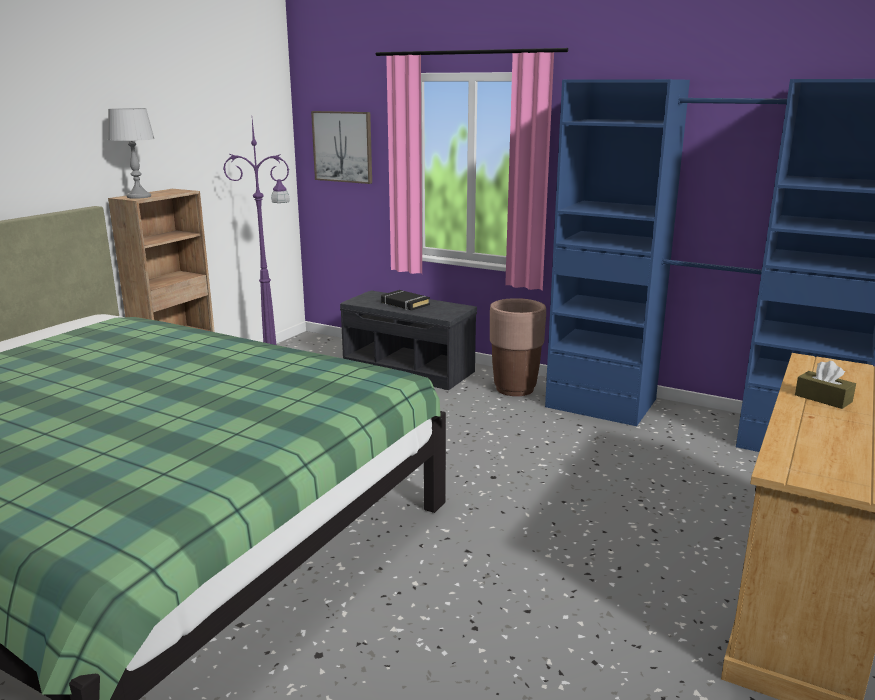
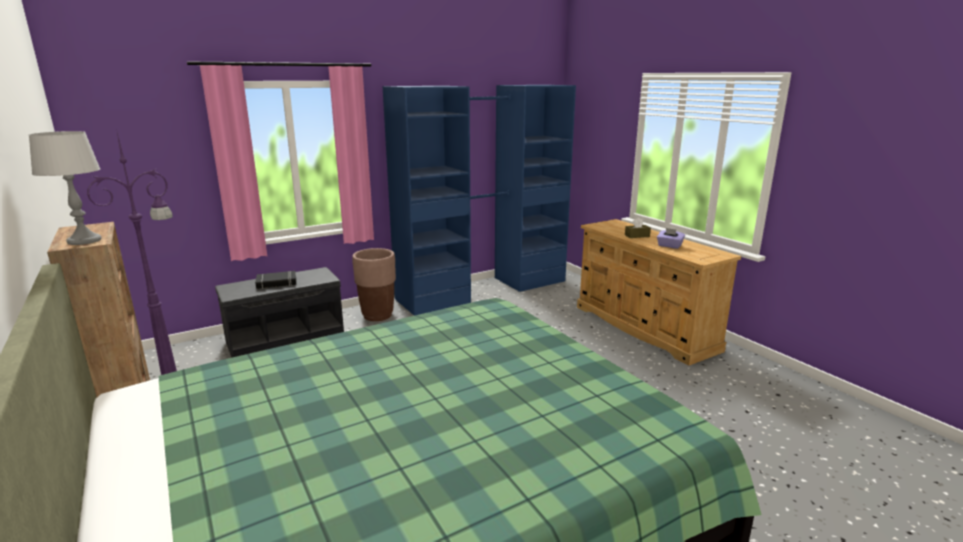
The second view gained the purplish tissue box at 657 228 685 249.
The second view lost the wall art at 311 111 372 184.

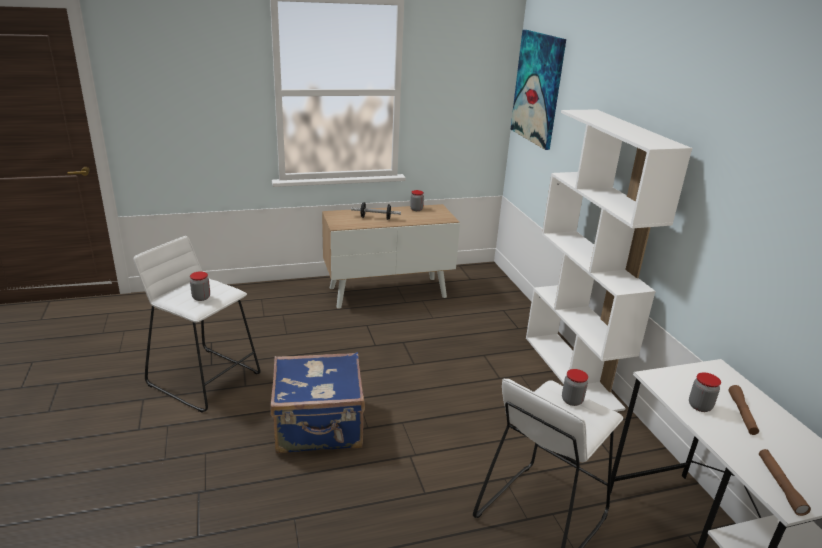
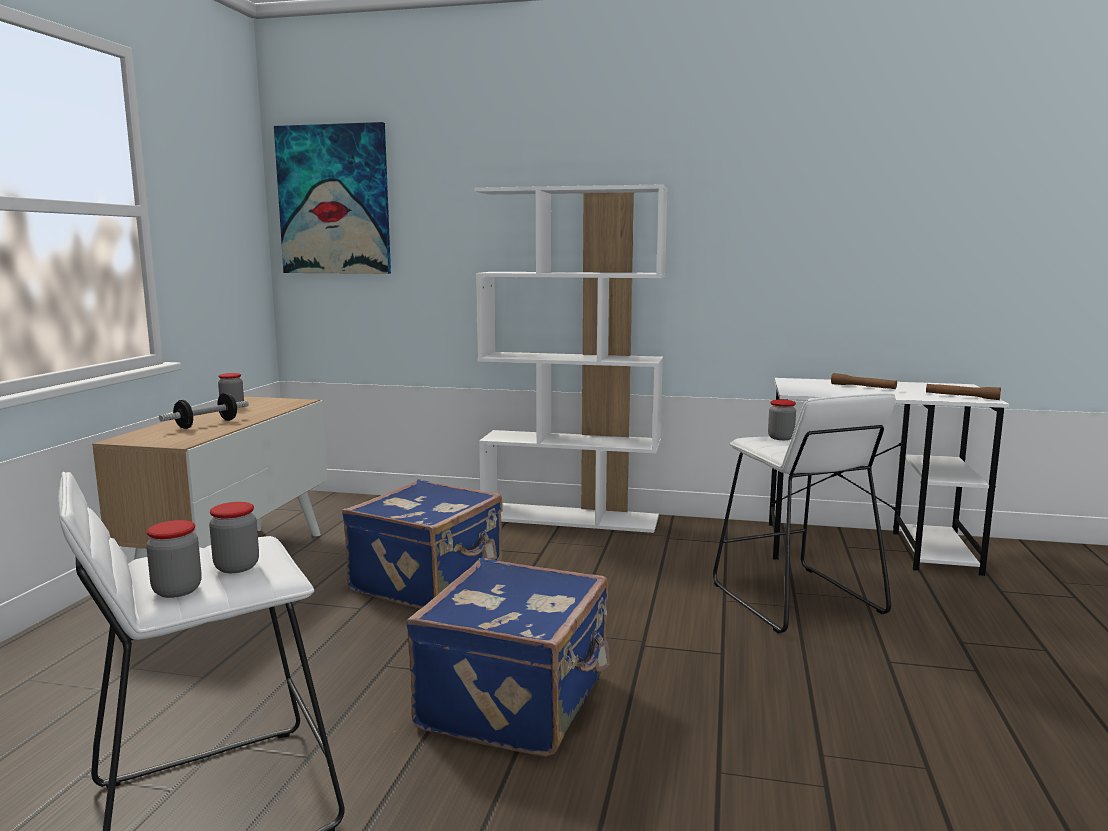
The storage jar ended up elsewhere, having gone from 689 372 721 412 to 146 520 202 598.
The second view gained the blue suitcase at 342 479 502 609.

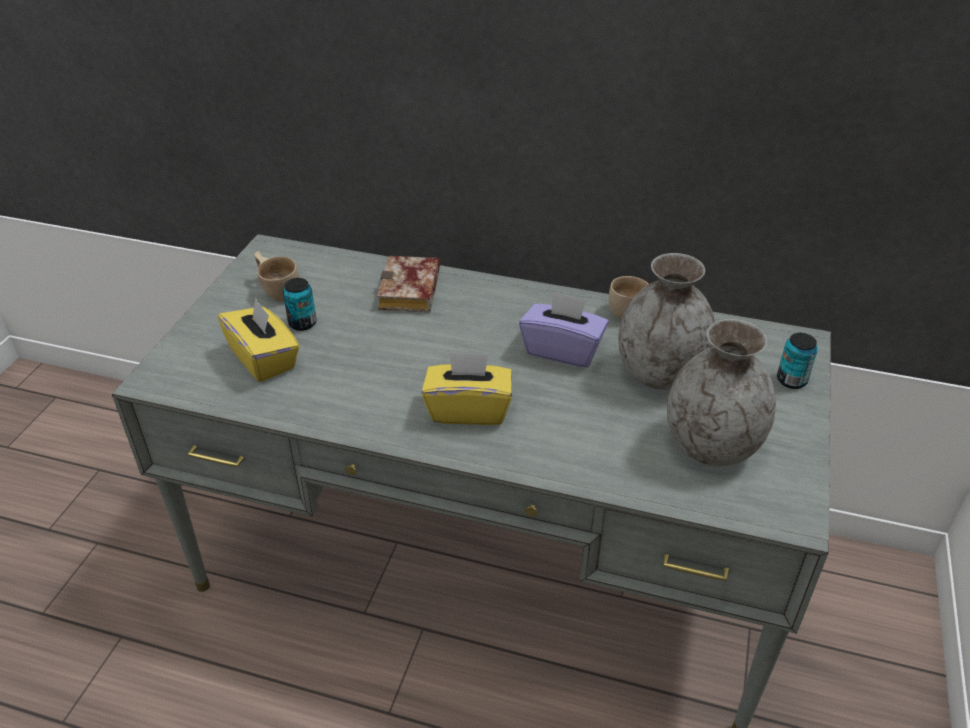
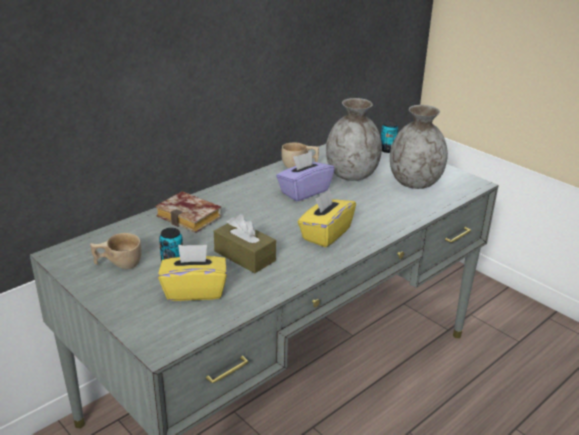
The second view gained the brownish tissue box at 214 214 276 273.

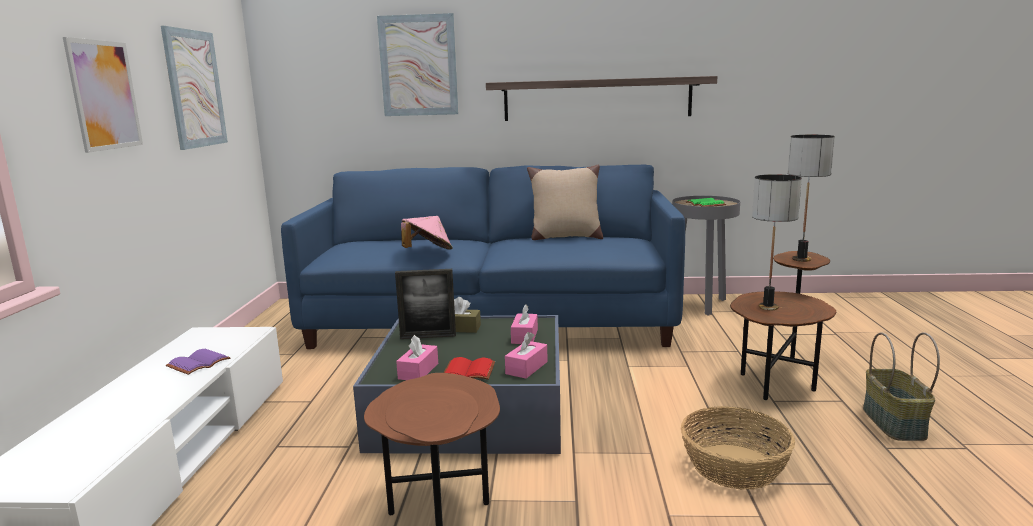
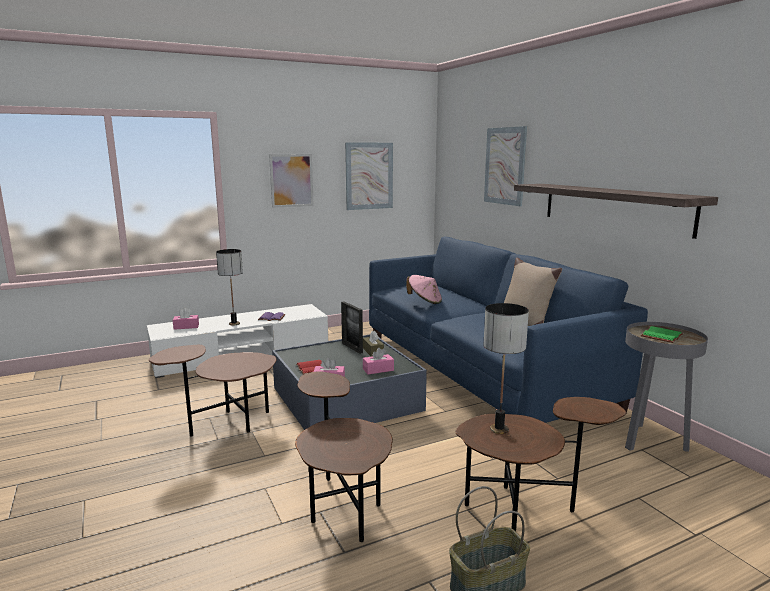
The pinkish tissue box ended up elsewhere, having gone from 396 335 438 380 to 173 308 199 330.
The lamp for a table ended up elsewhere, having gone from 788 135 835 262 to 216 249 243 325.
Where the basket stood at 681 406 795 490, the brownish side table came to stand at 295 371 393 542.

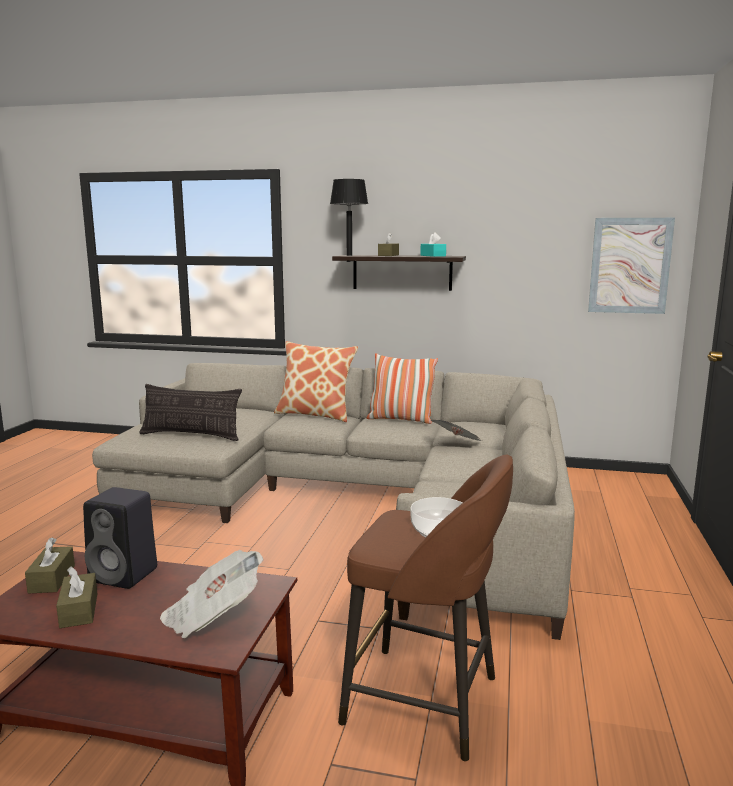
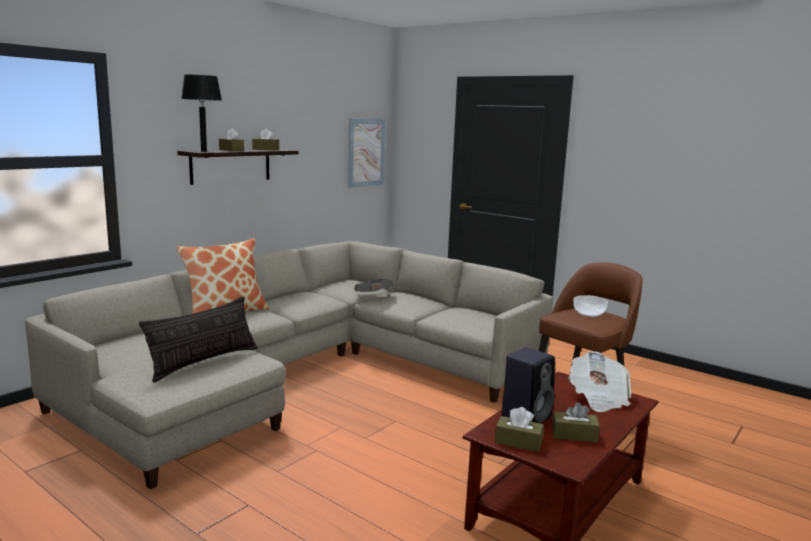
What was the blue-green tissue box at 420 232 446 257 turned into the brownish tissue box at 252 129 279 151.
The second view lost the cushion at 367 353 438 424.

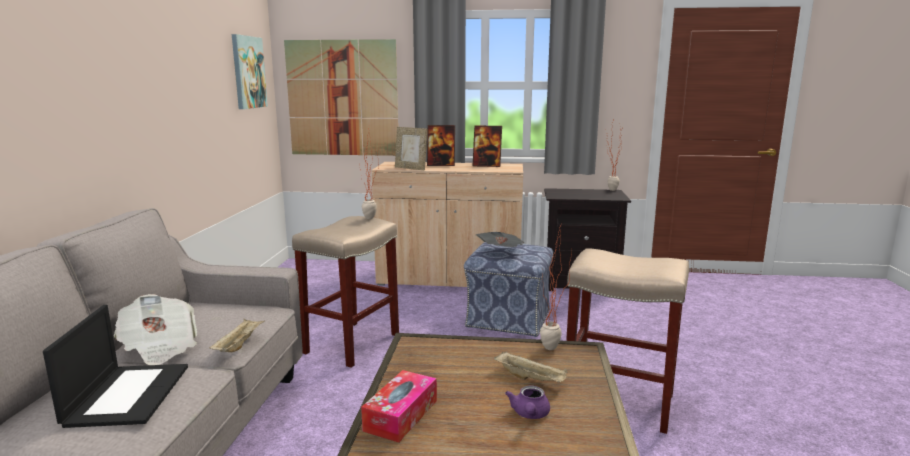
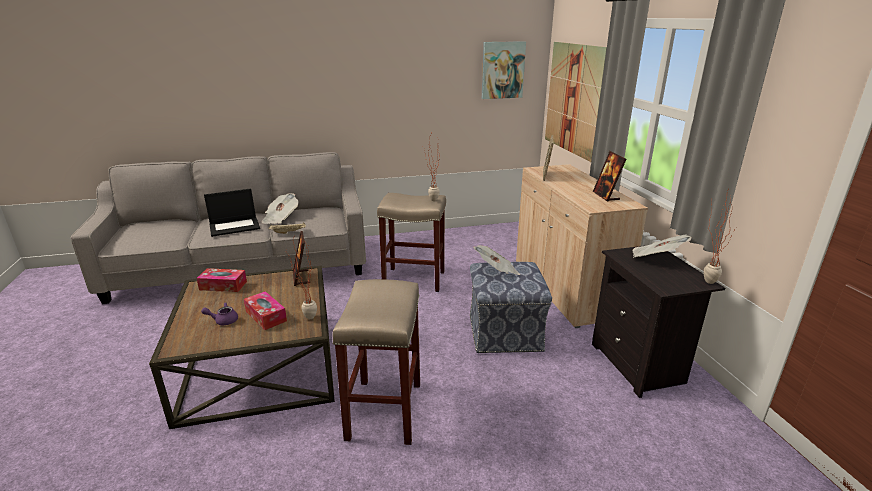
Where the beige-coloured carrying tray stood at 494 351 568 382, the tissue box came to stand at 244 291 287 330.
The picture frame ended up elsewhere, having gone from 427 125 455 166 to 293 231 309 286.
The second view gained the newspaper at 633 234 692 258.

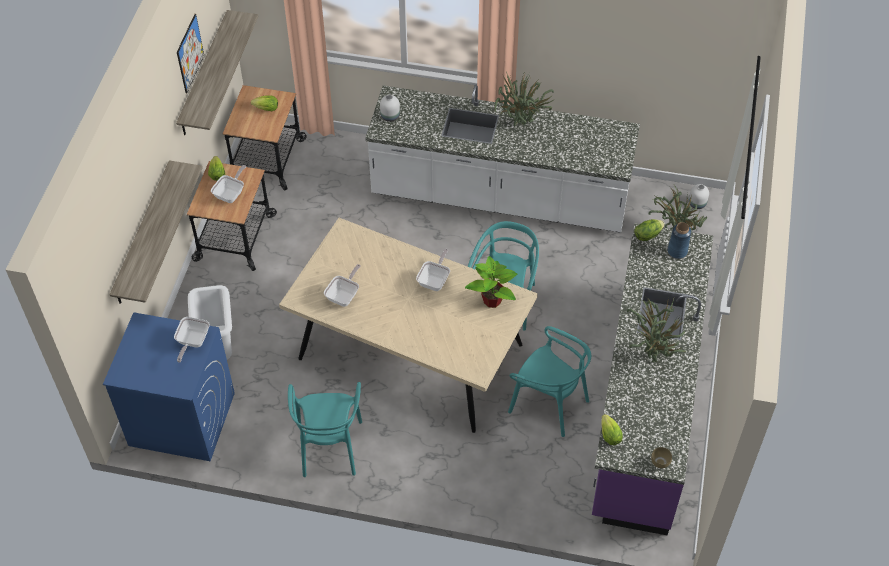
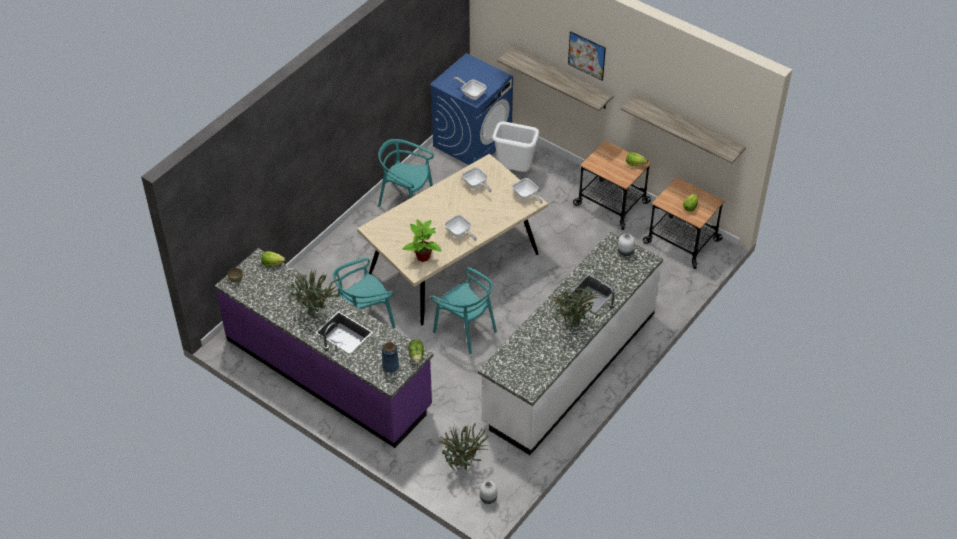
The frying pan ended up elsewhere, having gone from 211 165 246 203 to 512 178 543 204.
The wall art ended up elsewhere, having gone from 177 14 204 93 to 568 31 606 81.

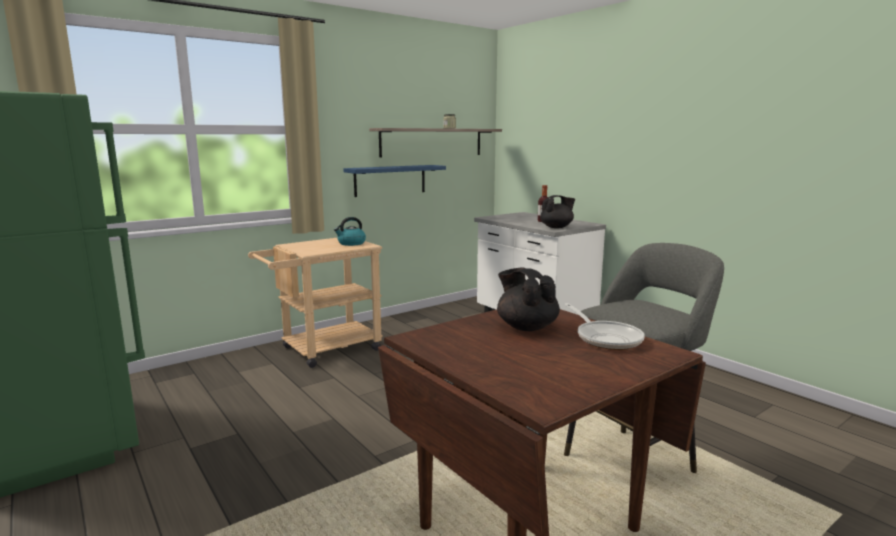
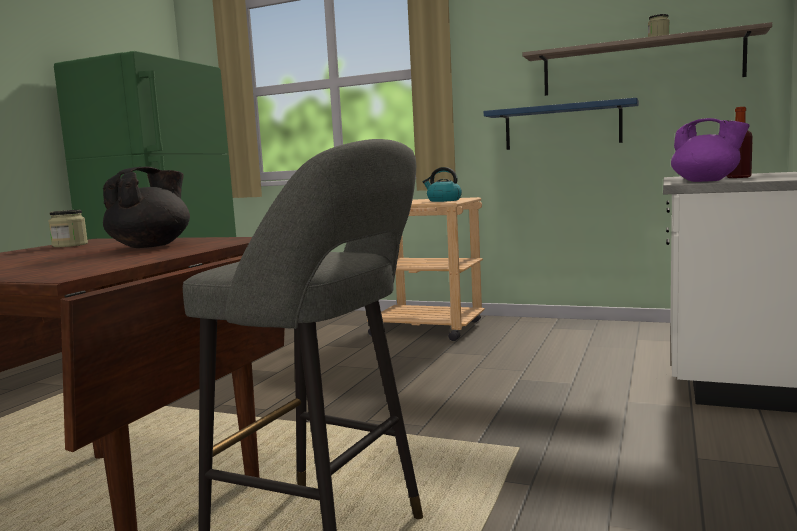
The second view gained the storage jar at 48 210 88 247.
What was the black tea pot at 540 195 575 228 turned into the purplish tea pot at 671 118 750 182.
The second view lost the frying pan at 564 303 645 350.

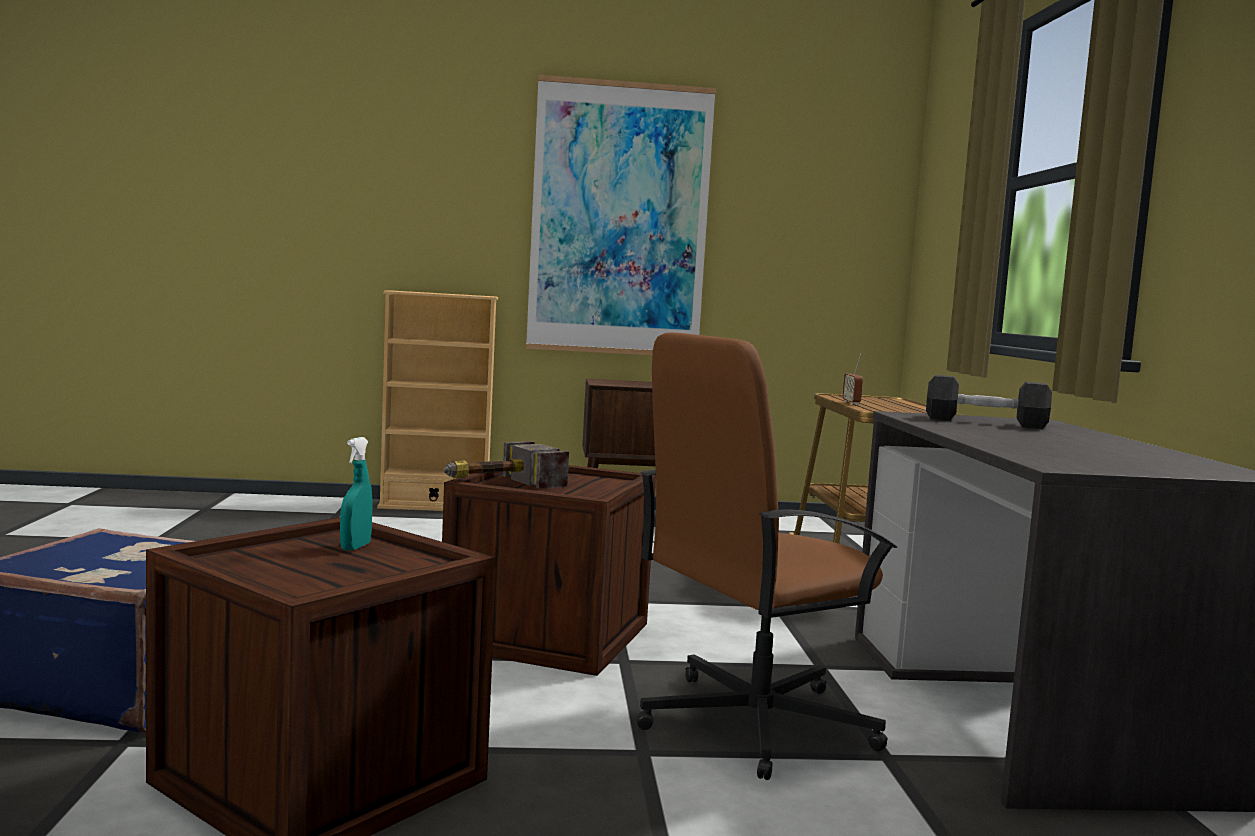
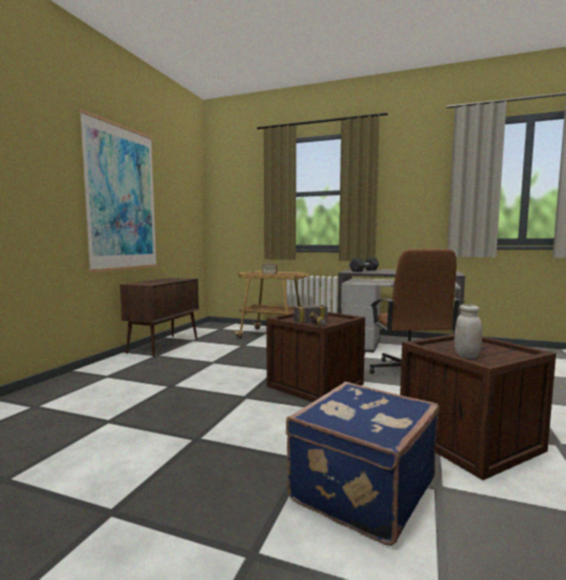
The second view gained the white-coloured storage jar at 454 304 482 359.
The second view lost the blue-green hand sprayer at 340 437 373 551.
The second view lost the beige-coloured bookcase at 377 290 498 511.

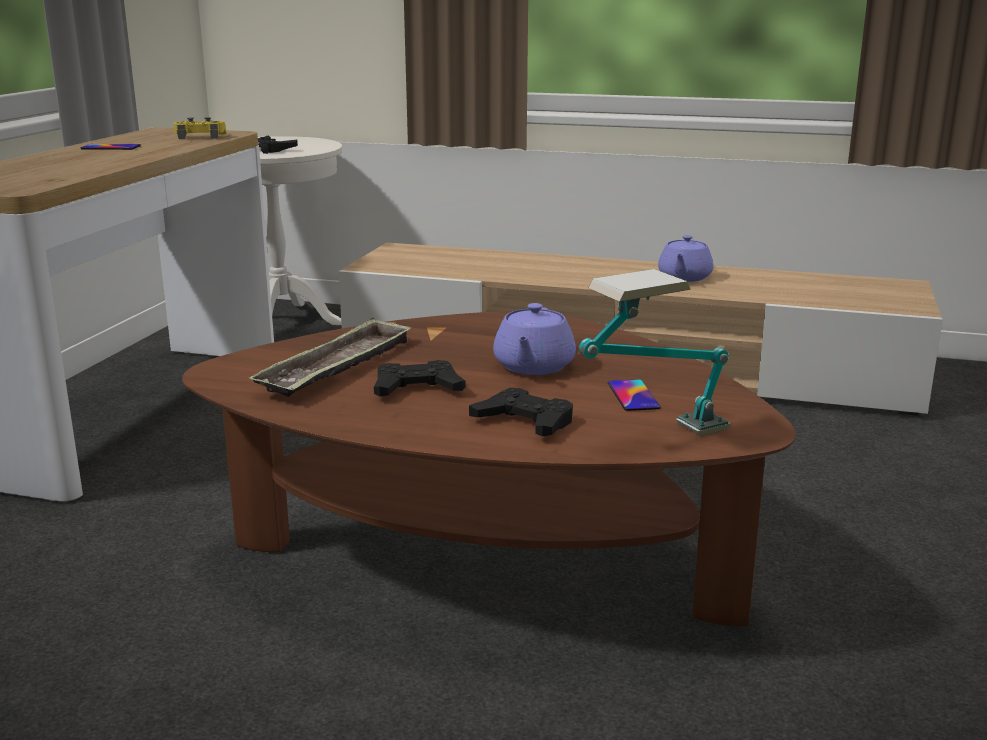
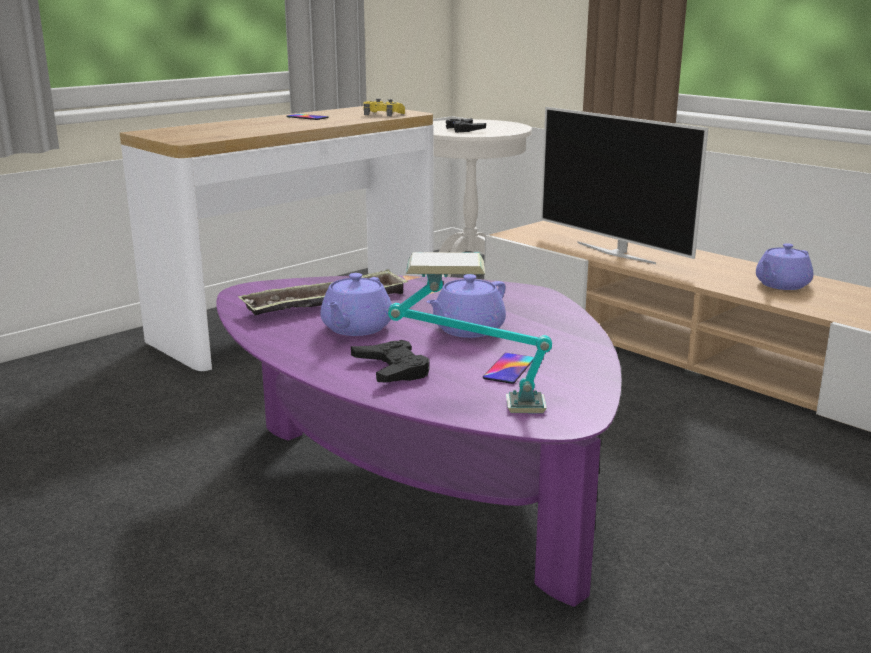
What was the brownish low table at 182 311 796 627 turned into the purplish low table at 216 275 621 607.
Where the black game controller stood at 374 360 466 396, the purplish tea pot came to stand at 320 273 392 336.
The second view gained the television at 541 107 709 264.

